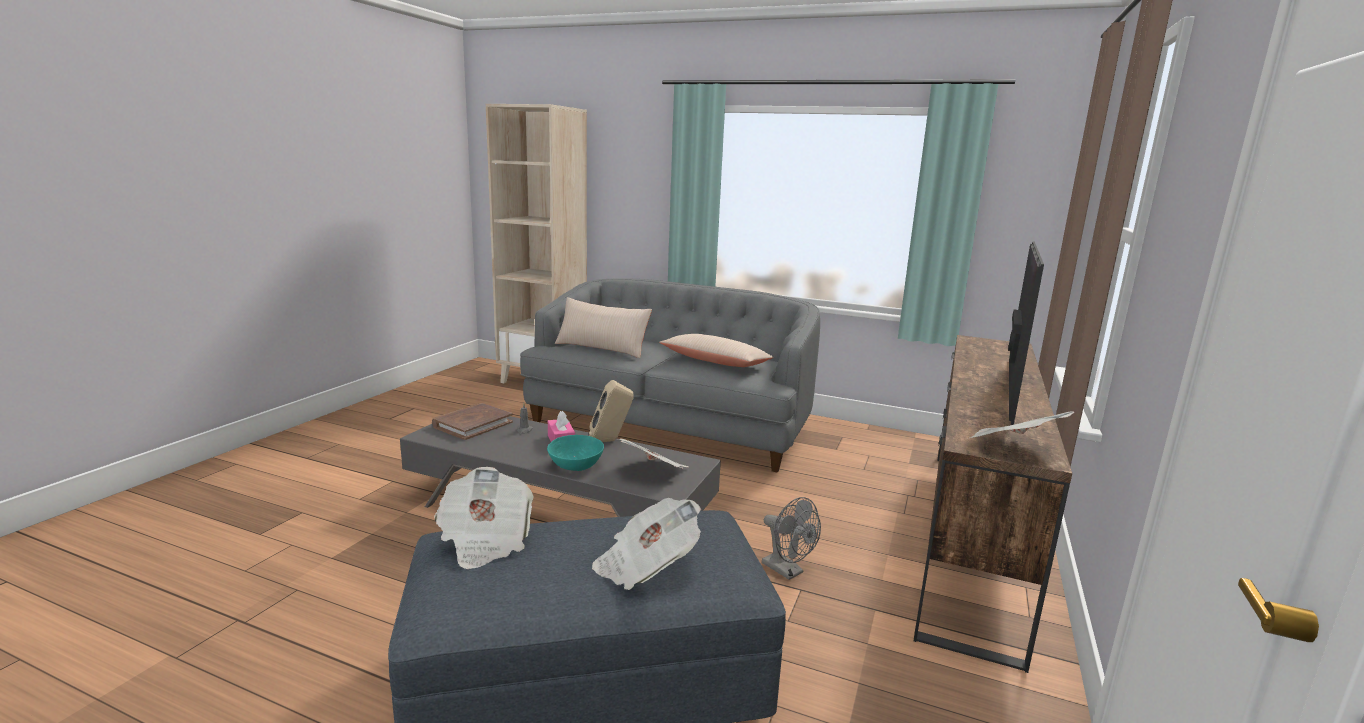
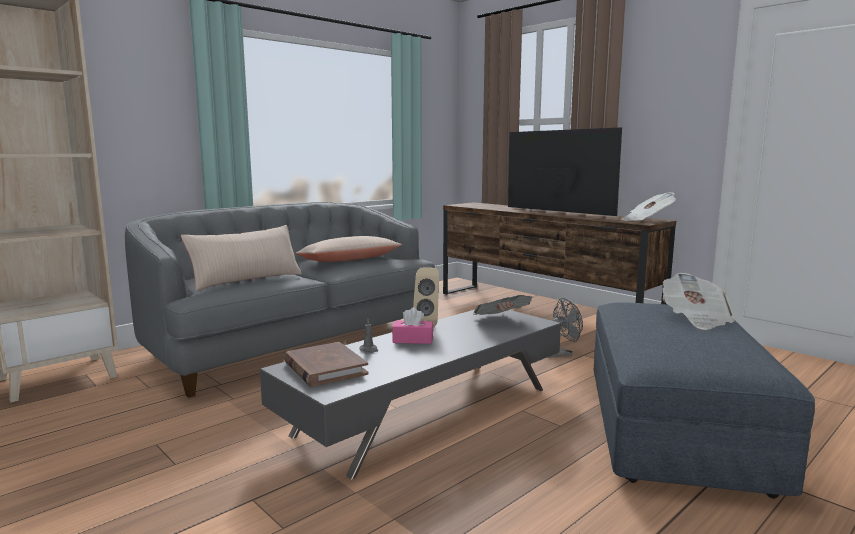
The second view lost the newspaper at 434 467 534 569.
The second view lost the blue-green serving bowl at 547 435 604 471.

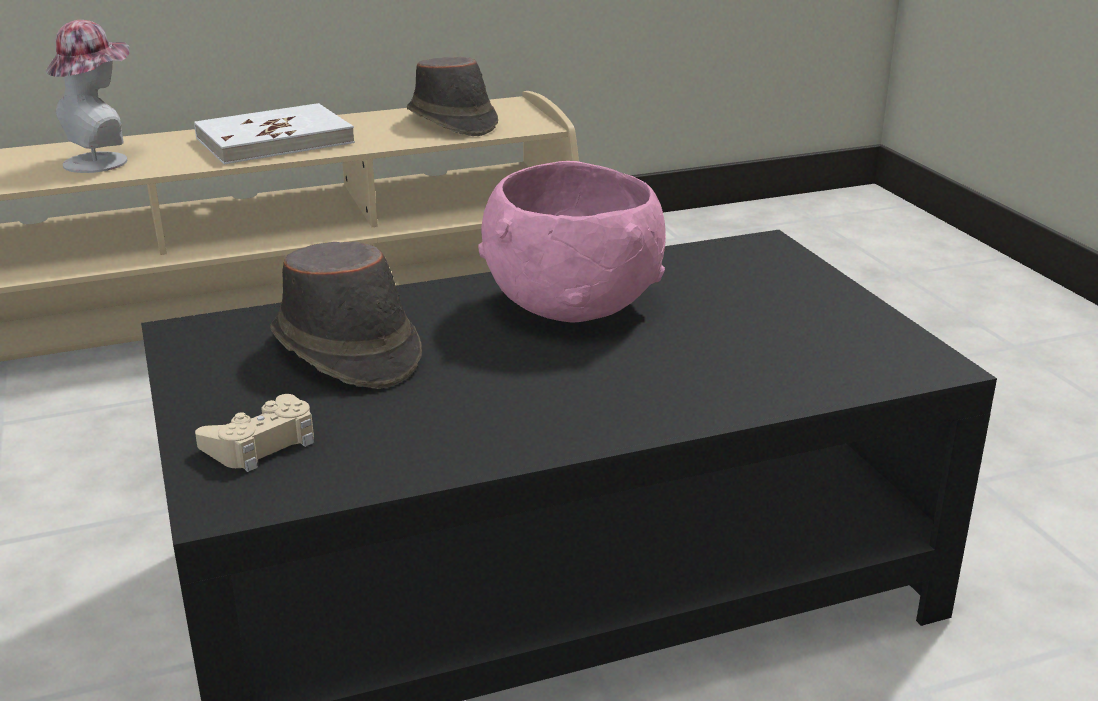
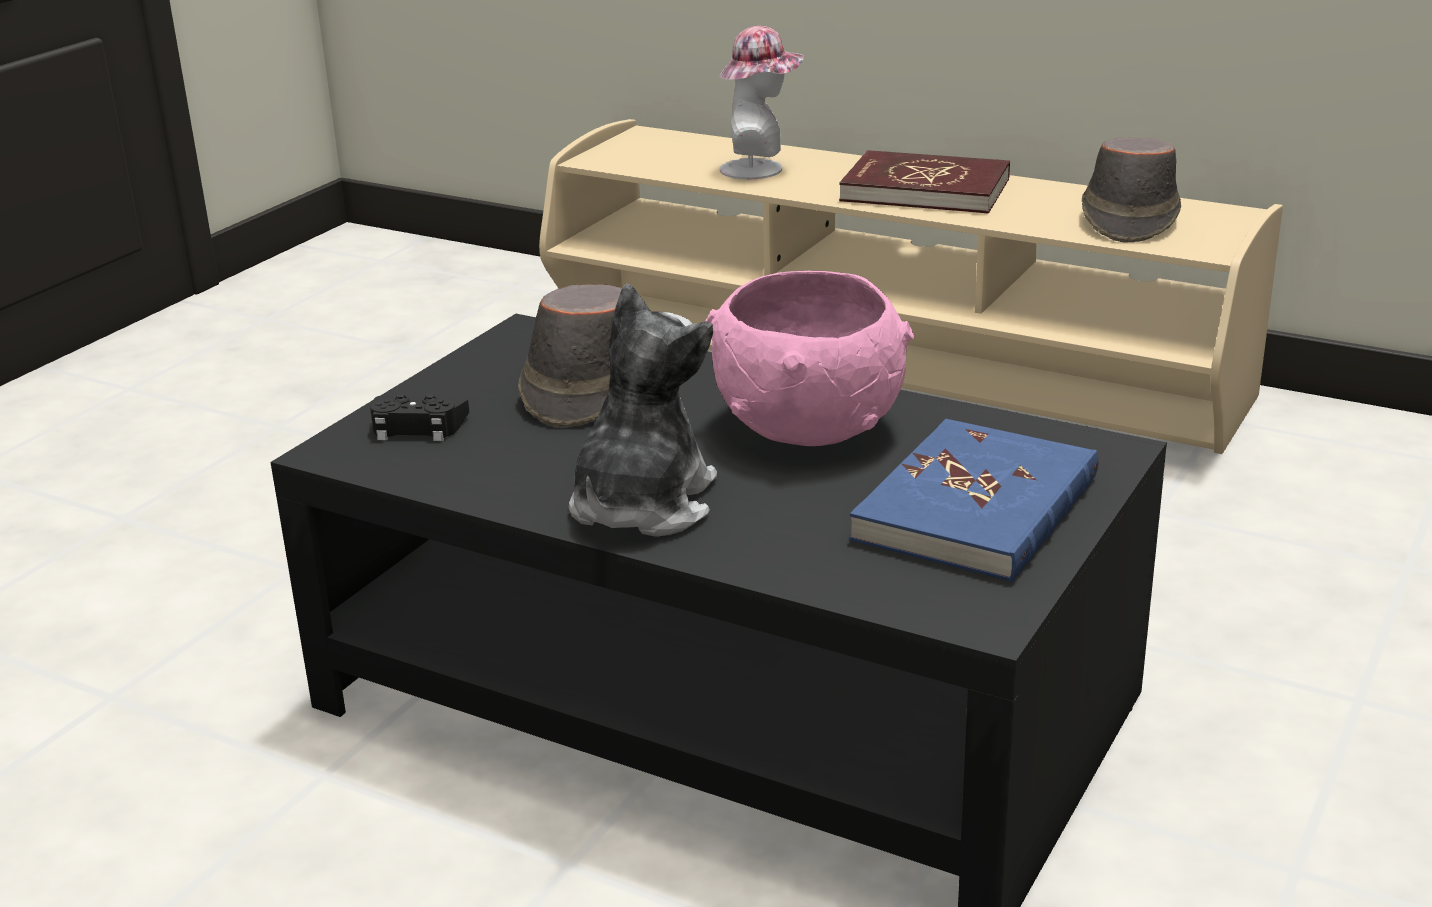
What was the beige-coloured game controller at 195 394 314 472 turned into the black game controller at 370 393 469 441.
The second view gained the soft toy at 569 283 717 537.
What was the white-coloured bound book at 194 103 355 165 turned into the red-coloured bound book at 839 150 1010 214.
The second view gained the blue bound book at 850 419 1098 582.

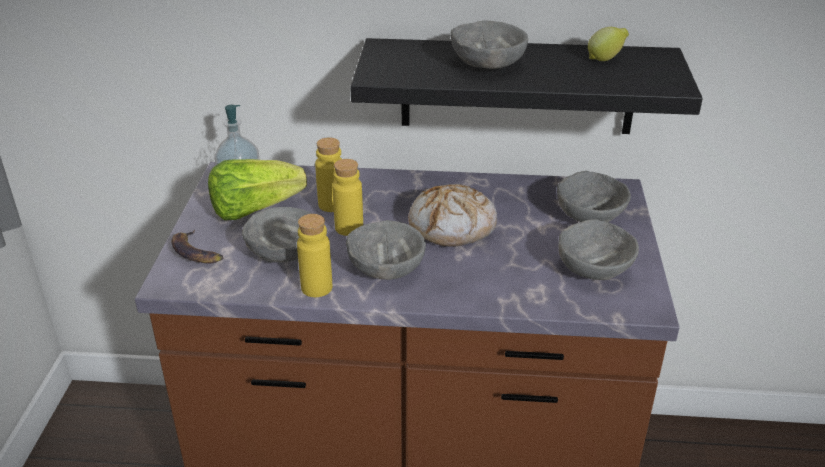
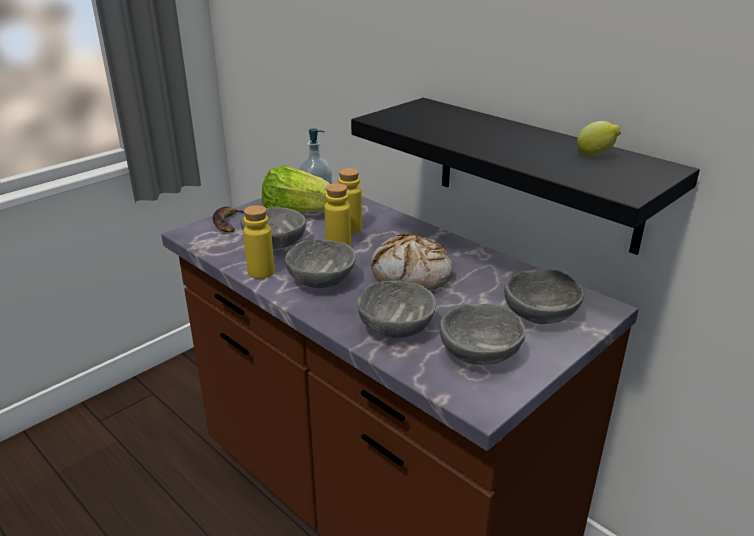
The greyish serving bowl ended up elsewhere, having gone from 450 20 528 69 to 357 281 436 338.

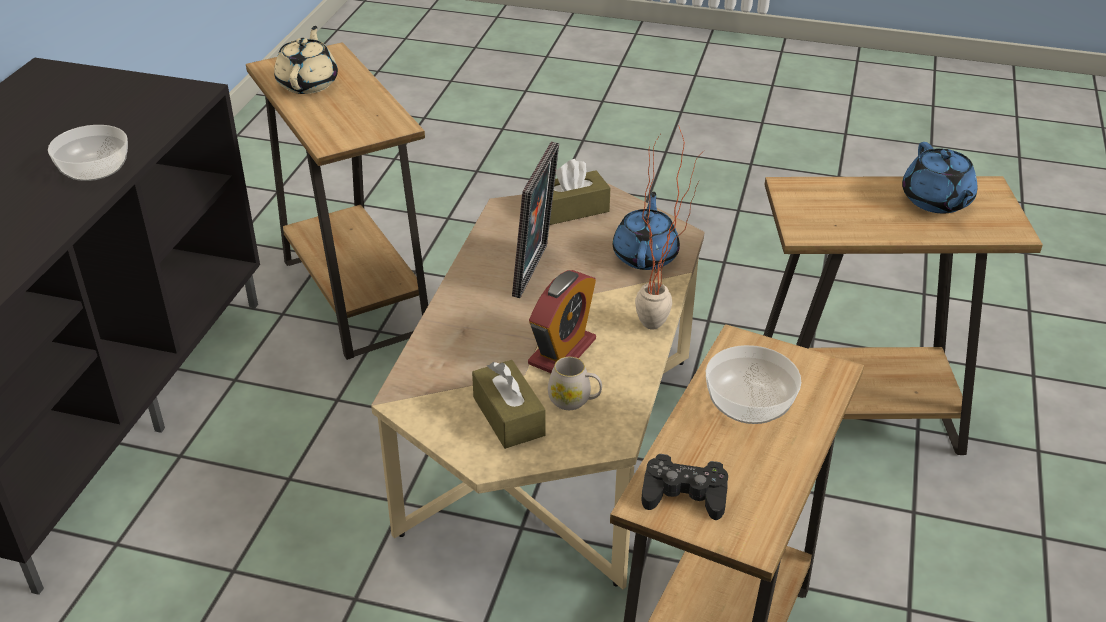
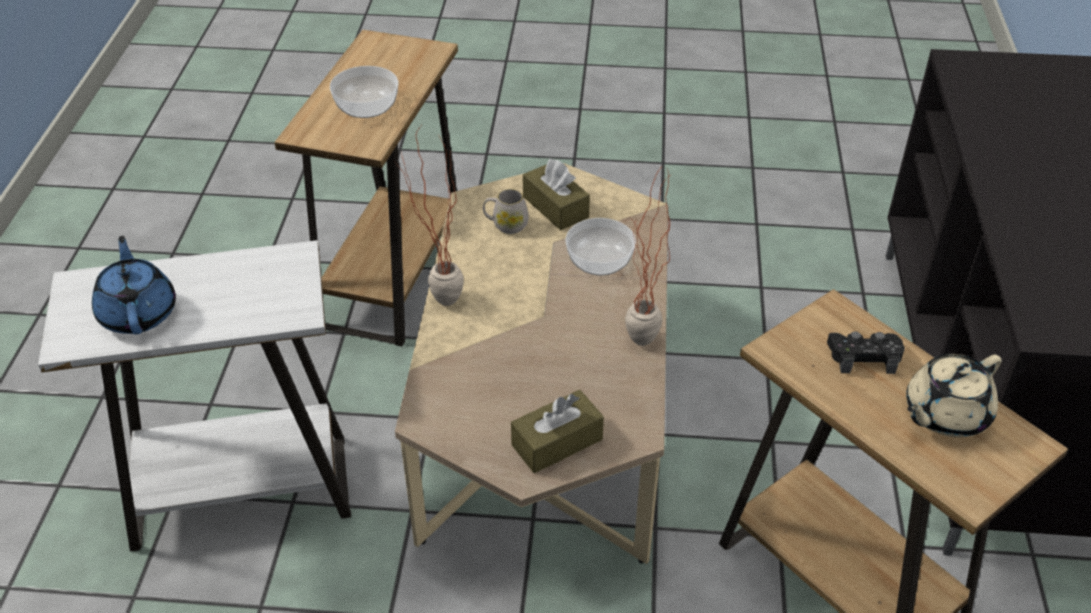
What was the brownish side table at 764 176 1043 455 turned into the white-coloured side table at 38 240 351 551.
The serving bowl ended up elsewhere, having gone from 48 125 128 181 to 566 218 636 275.
The second view gained the plant in a pot at 625 168 672 346.
The black game controller ended up elsewhere, having gone from 641 454 728 520 to 827 331 905 374.
The beige-coloured tea pot at 274 26 338 94 ended up facing another way, 60 degrees clockwise from before.
The second view lost the picture frame at 512 141 559 298.
The second view lost the table clock at 528 270 596 373.
The second view lost the blue tea pot at 613 192 680 270.

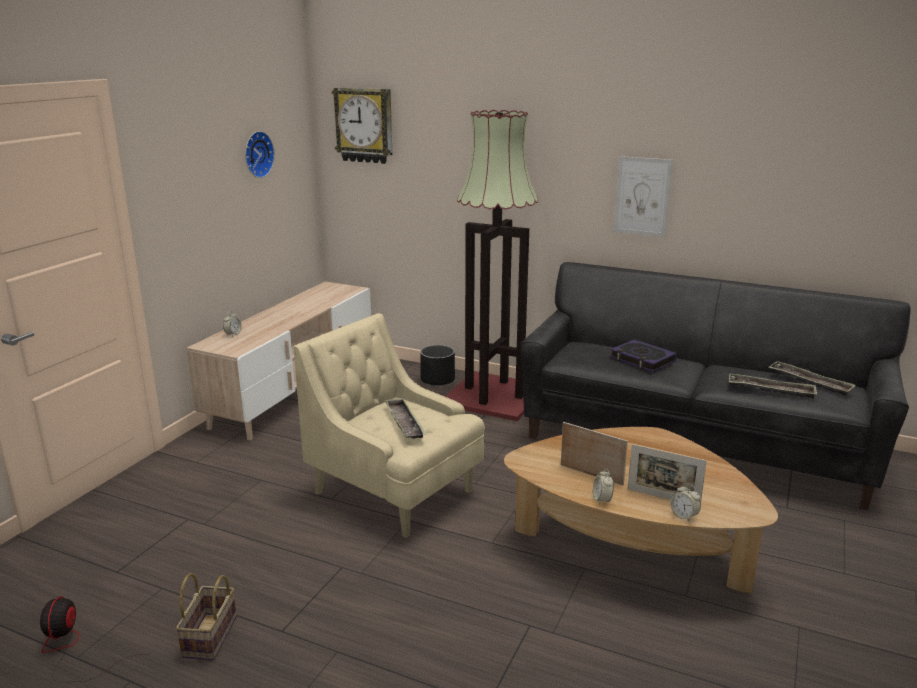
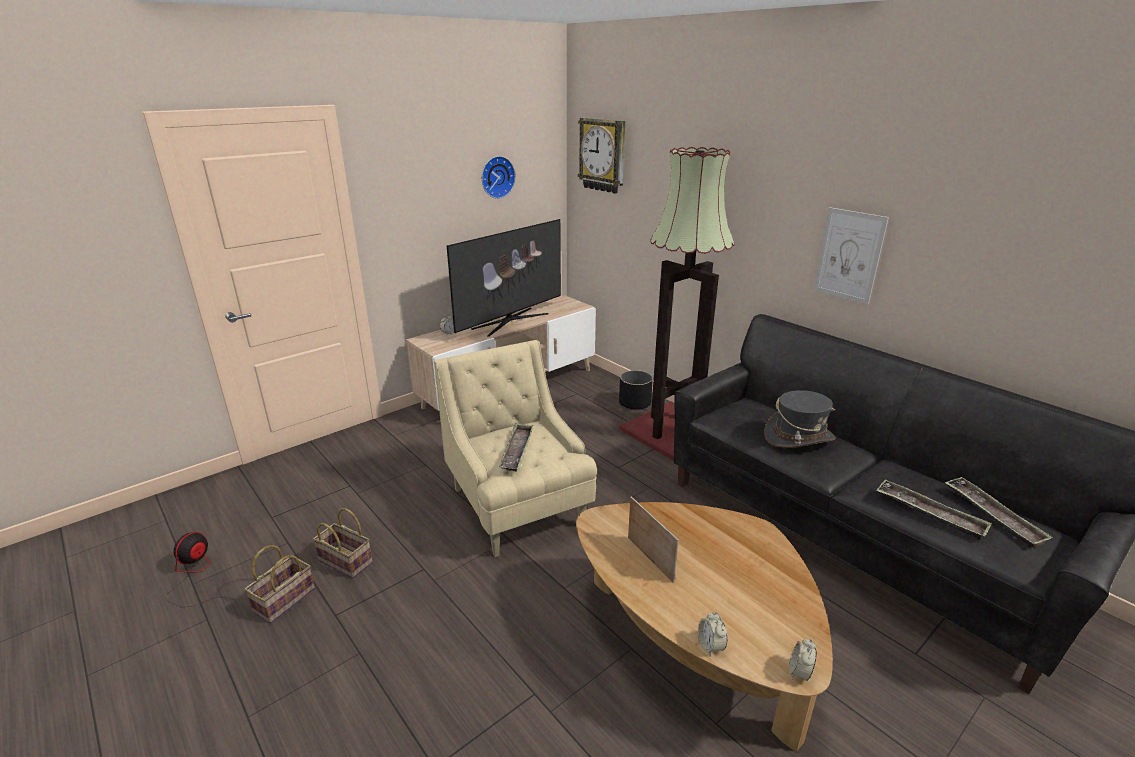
The second view gained the basket at 313 508 373 578.
The second view gained the television at 447 219 561 337.
Where the bound book stood at 610 339 677 372, the greyish hat came to stand at 764 390 836 448.
The table clock ended up elsewhere, having gone from 593 469 614 505 to 789 639 817 681.
The second view lost the picture frame at 628 444 707 502.

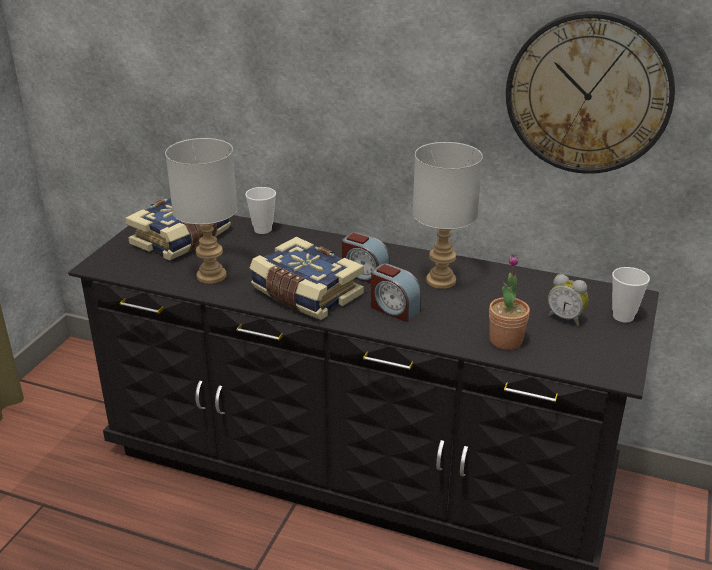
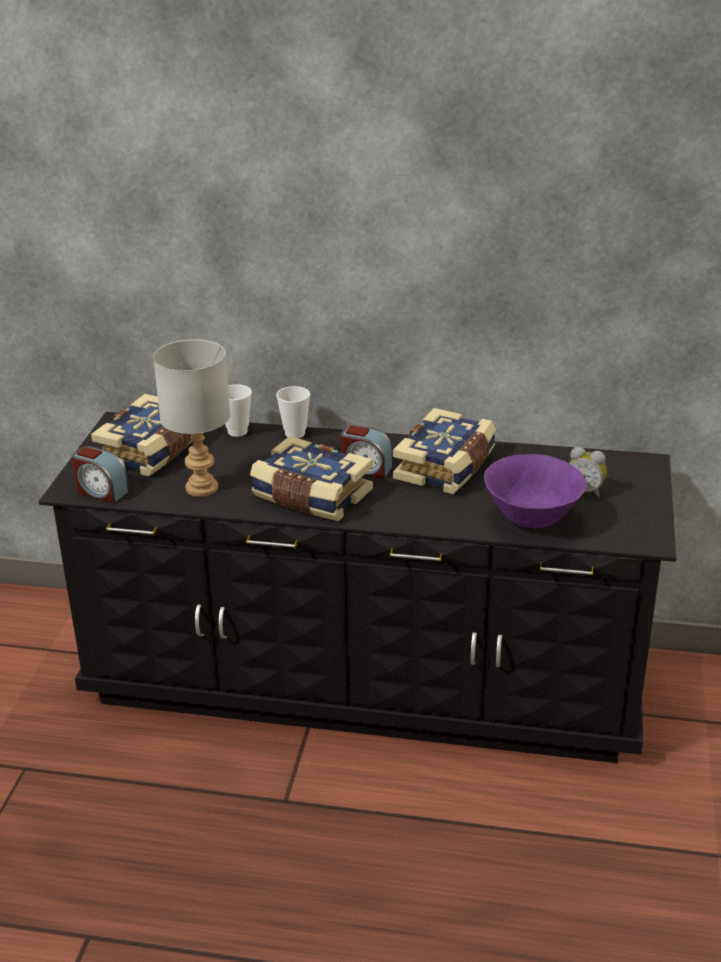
The table clock ended up elsewhere, having gone from 371 263 422 322 to 72 446 129 503.
The drinking cup ended up elsewhere, having gone from 612 267 650 322 to 276 386 310 438.
Where the greyish lamp for a table stood at 413 142 483 289, the bound book came to stand at 393 408 496 494.
Where the plant in a pot stood at 489 254 530 350, the purplish serving bowl came to stand at 484 454 586 528.
The second view lost the clock on the wall at 506 11 675 174.

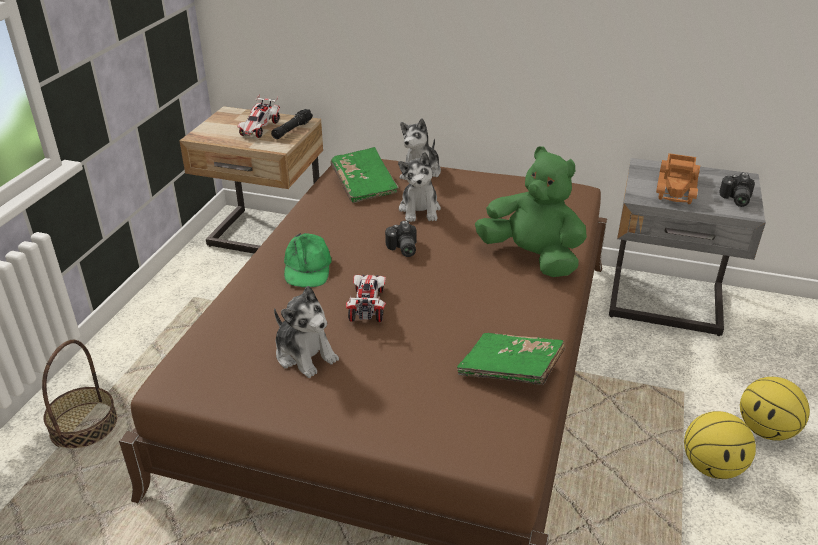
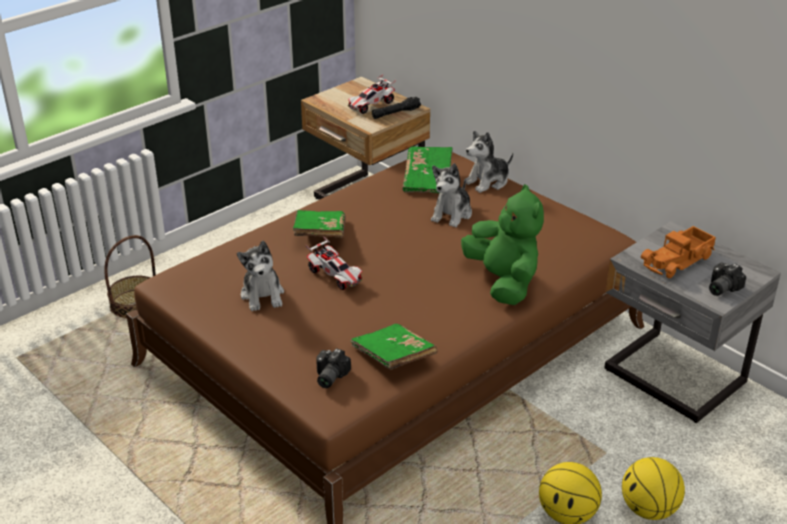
Where the green-coloured cap stood at 284 232 332 287, the green-coloured bound book came to stand at 293 210 346 238.
The toy car at 346 274 386 322 ended up facing another way, 105 degrees clockwise from before.
The still camera ended up elsewhere, having gone from 385 221 416 257 to 316 348 351 388.

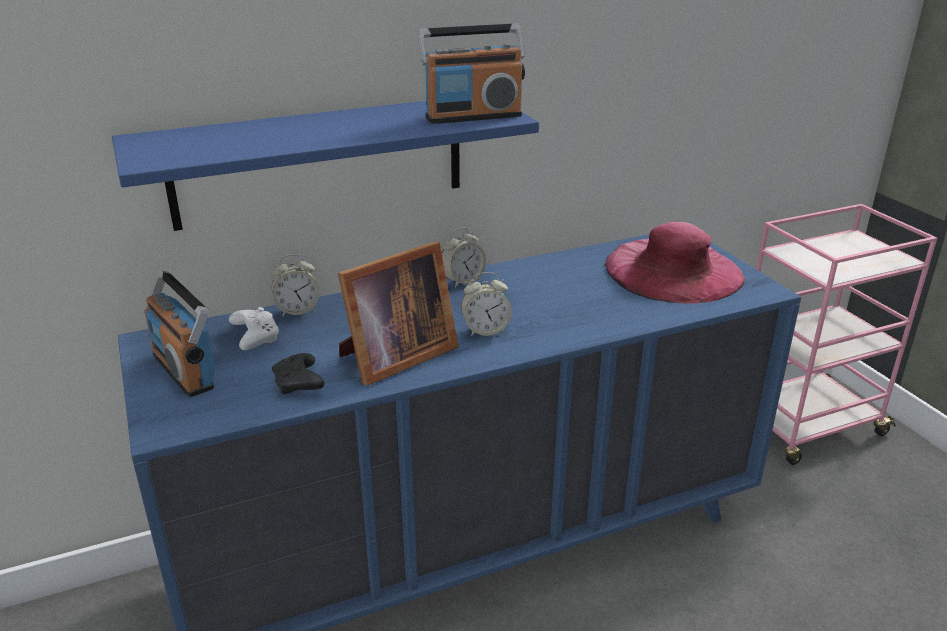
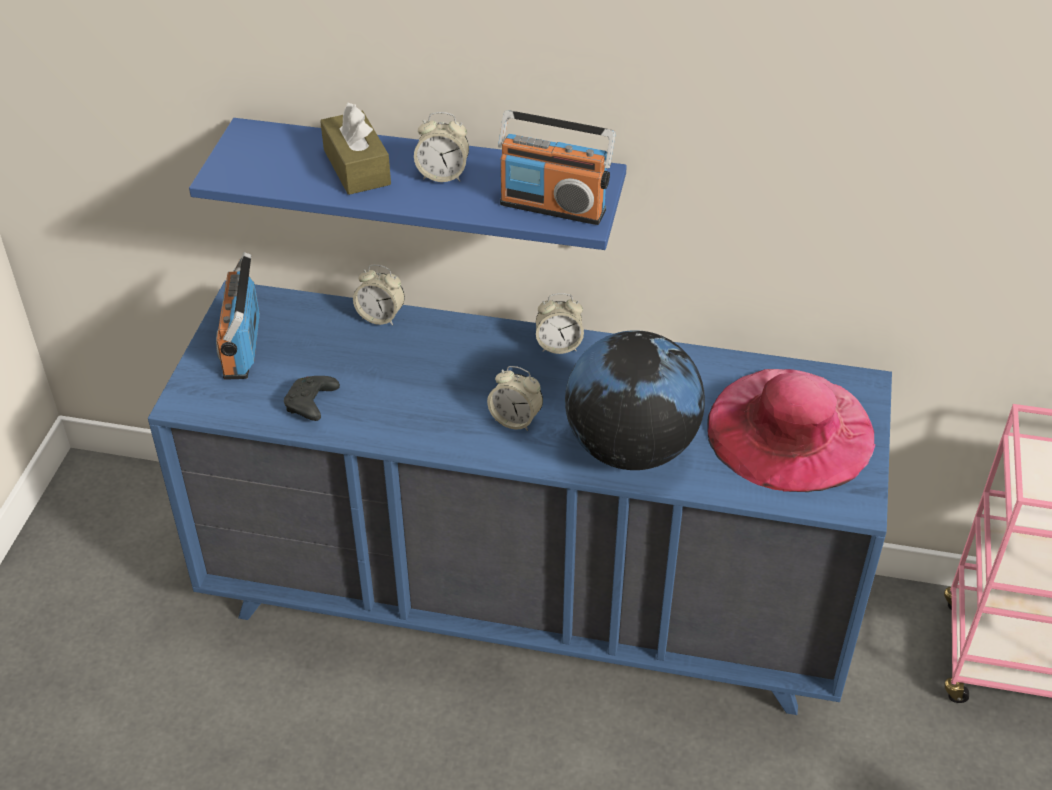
The second view gained the brownish tissue box at 320 102 391 195.
The second view gained the table clock at 414 112 469 182.
The second view gained the desk globe at 565 330 705 470.
The second view lost the white-coloured game controller at 229 307 279 350.
The second view lost the picture frame at 338 242 459 386.

